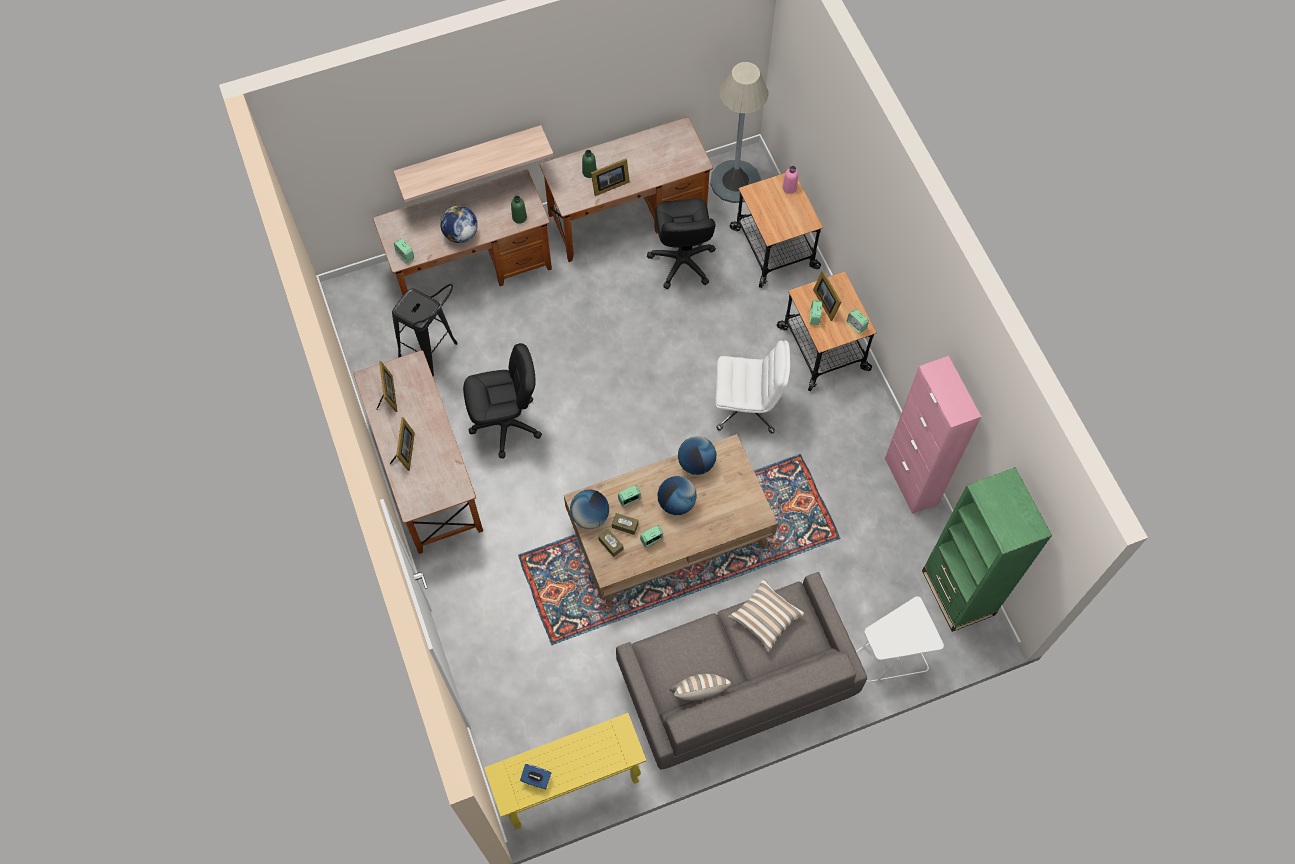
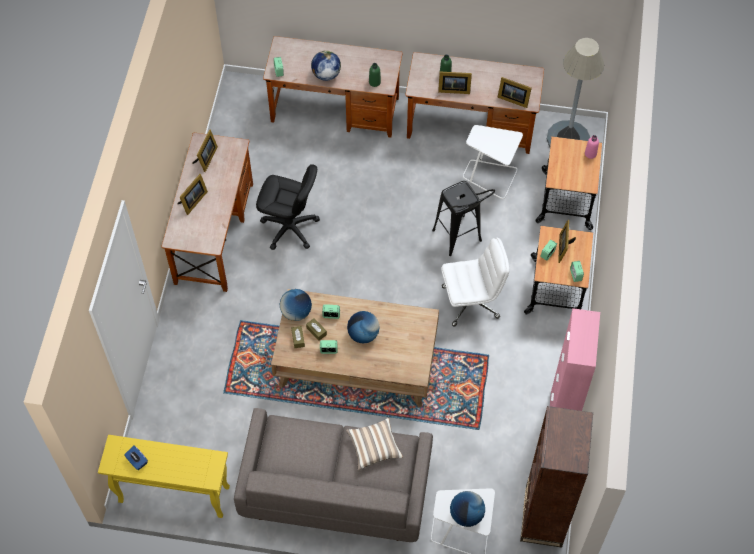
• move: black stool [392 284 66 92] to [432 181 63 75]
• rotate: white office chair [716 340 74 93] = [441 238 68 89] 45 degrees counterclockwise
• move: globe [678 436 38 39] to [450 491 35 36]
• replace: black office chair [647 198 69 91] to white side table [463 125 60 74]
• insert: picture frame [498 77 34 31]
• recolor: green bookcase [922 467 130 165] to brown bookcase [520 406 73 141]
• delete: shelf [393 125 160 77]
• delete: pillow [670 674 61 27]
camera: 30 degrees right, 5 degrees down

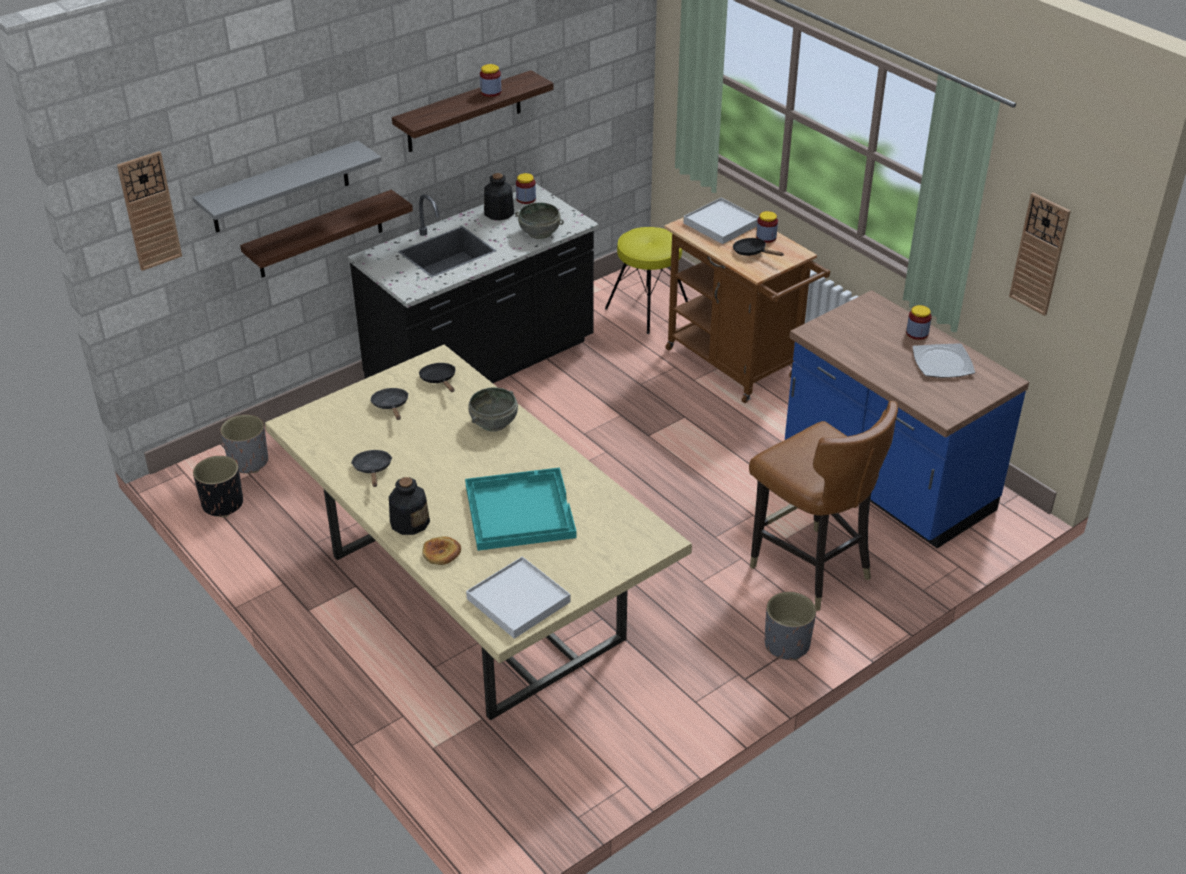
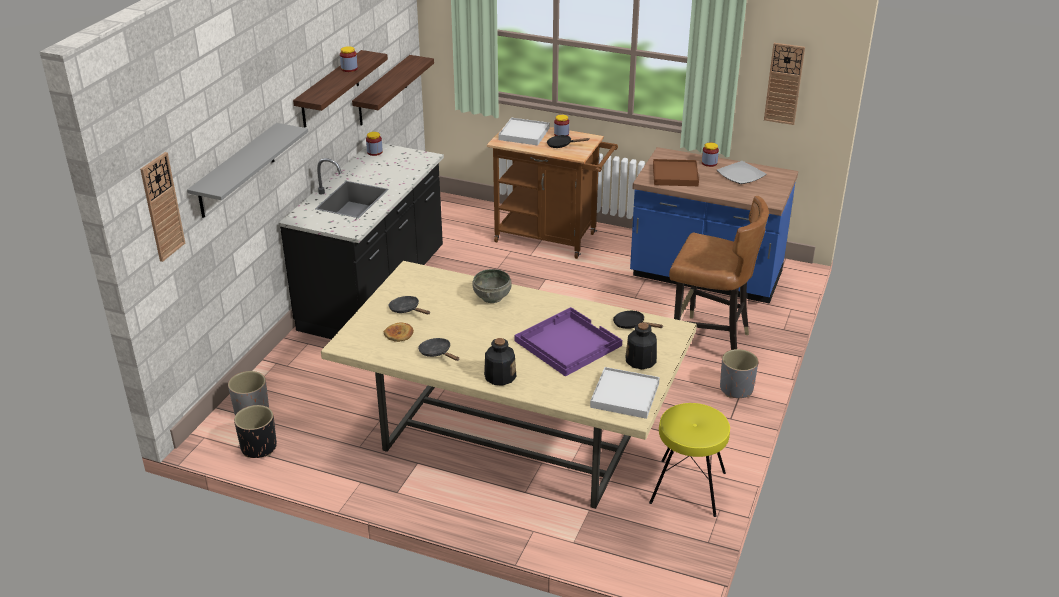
• move: shelf [240 190 173 88] to [352 55 82 71]
• move: bread [422 537 39 28] to [384 323 30 19]
• recolor: turquoise tray [465 467 111 84] to purple tray [515 307 107 70]
• move: black frying pan [419 363 37 29] to [613 311 50 18]
• move: bottle [484 173 30 47] to [625 322 32 47]
• move: yellow stool [605 227 83 107] to [649 403 81 114]
• insert: brown tray [653 159 46 27]
• delete: grey bowl [515 202 49 37]
camera: 30 degrees left, 5 degrees down

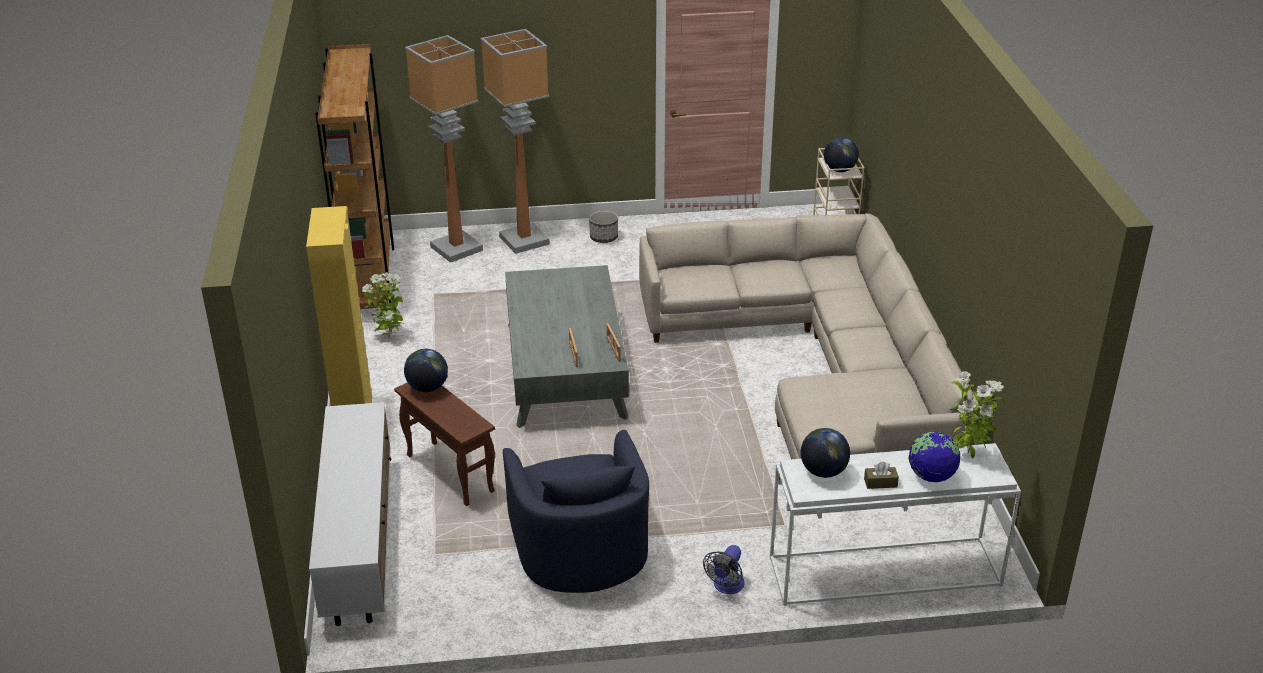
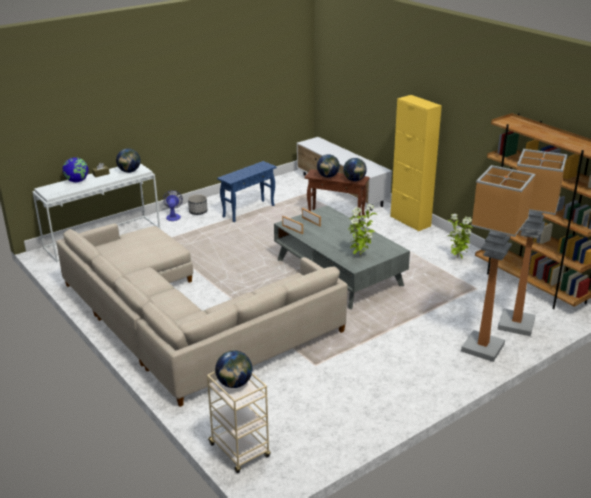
• move: planter [589 211 29 32] to [188 194 20 21]
• replace: blue armchair [503 430 146 163] to blue side table [217 161 60 61]
• insert: globe [317 154 23 24]
• move: potted plant [950 371 55 88] to [348 204 28 52]
camera: 150 degrees right, 5 degrees down

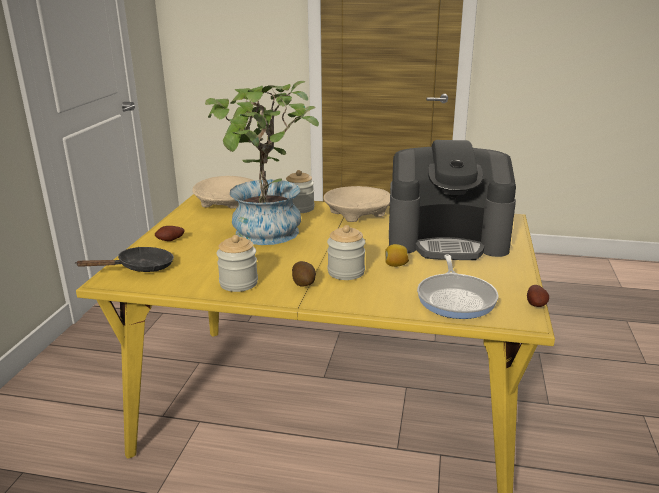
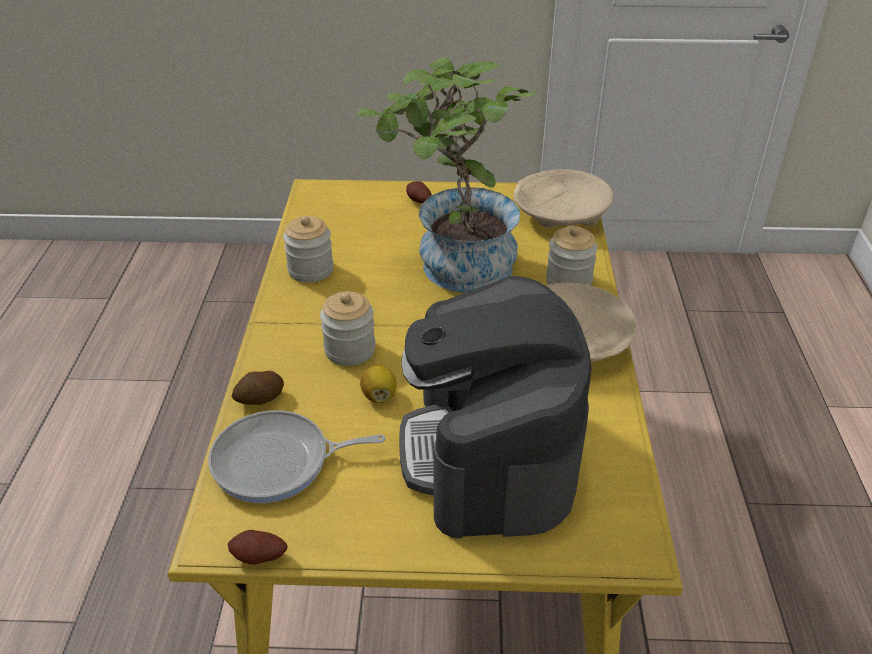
• move: potato [292 261 24 25] to [232 371 52 34]
• delete: black frying pan [75 247 99 25]
camera: 80 degrees right, 15 degrees up

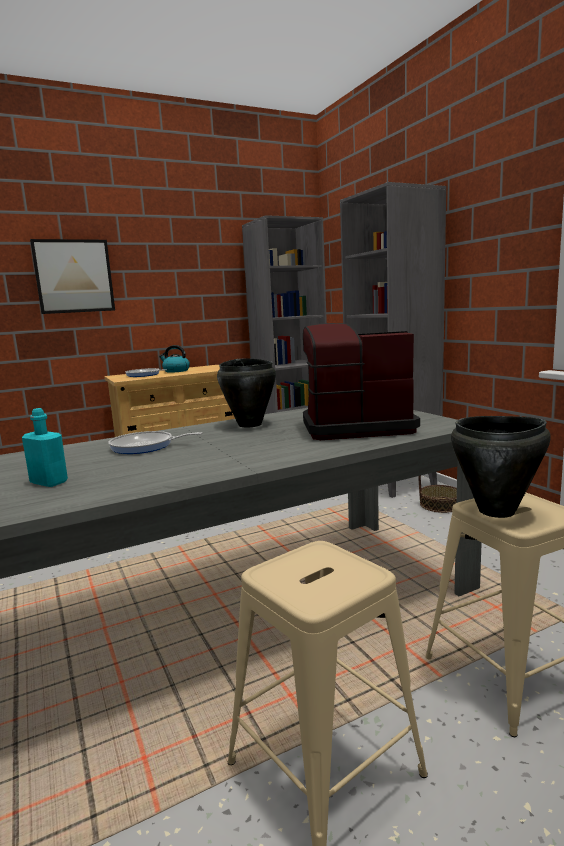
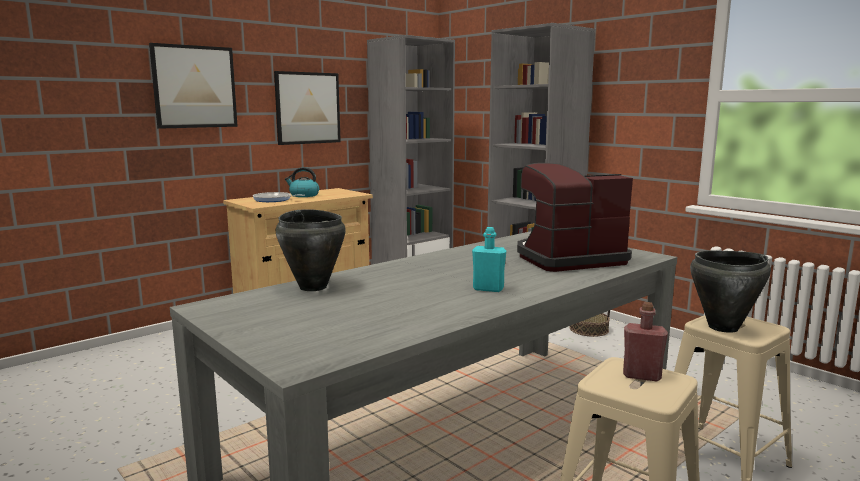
• insert: picture [274 71 67 74]
• move: black cooking pot [217 358 59 70] to [276 209 69 82]
• move: turquoise bottle [22 408 46 79] to [472 227 34 65]
• insert: red bottle [623 302 45 79]
• delete: frying pan [109 431 94 23]
camera: 15 degrees left, 0 degrees up

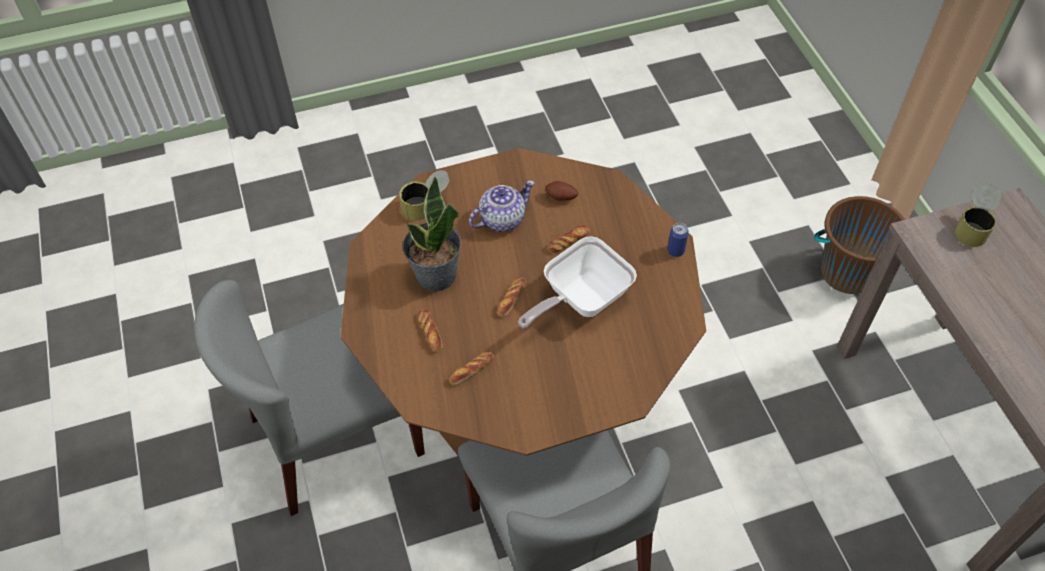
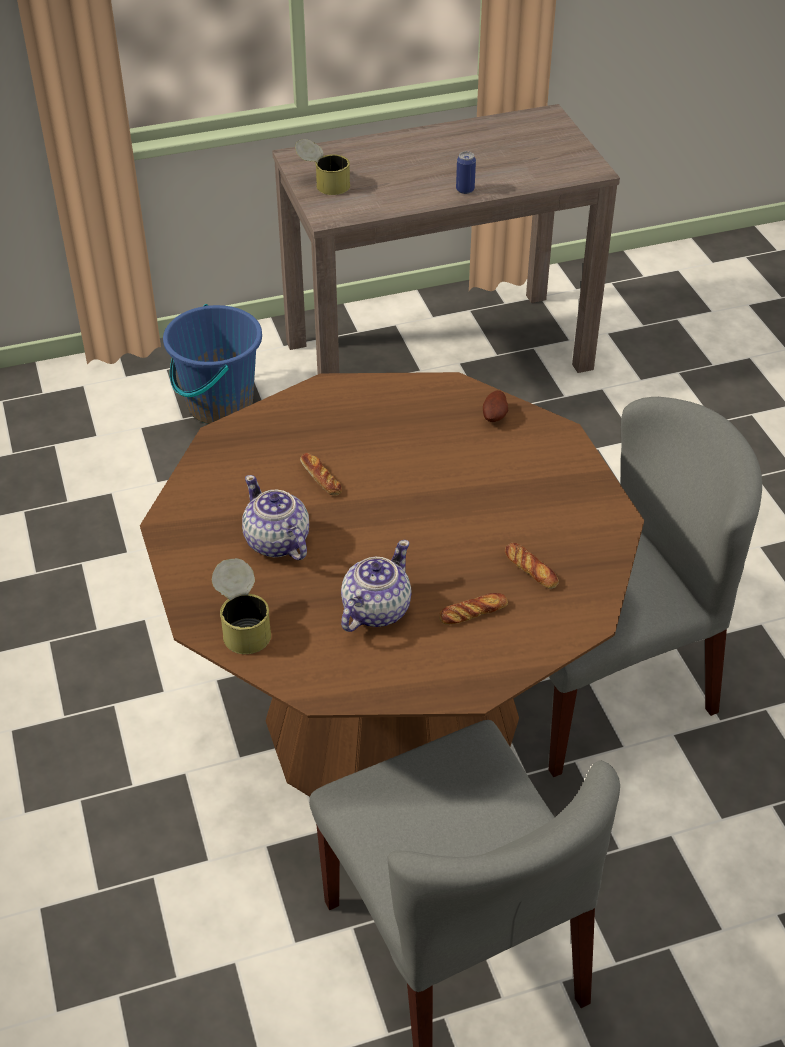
• recolor: brown bucket [814 196 92 98] to blue bucket [163 304 99 120]
• replace: potted plant [402 176 59 115] to teapot [341 540 71 92]
• move: can [667 223 22 34] to [456 151 20 43]
• move: potato [545 181 34 20] to [483 390 25 32]
• delete: bread [497 277 29 40]
• delete: frying pan [518 236 119 92]
camera: 90 degrees left, 10 degrees down

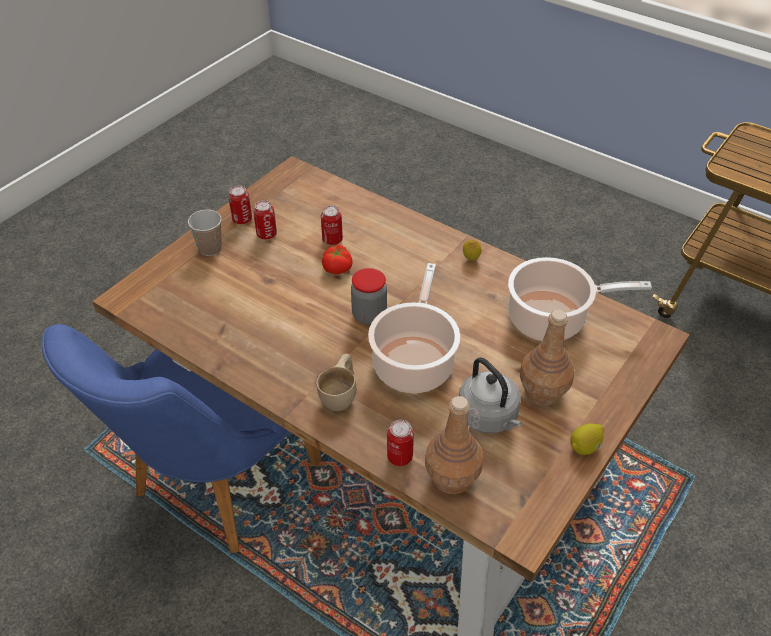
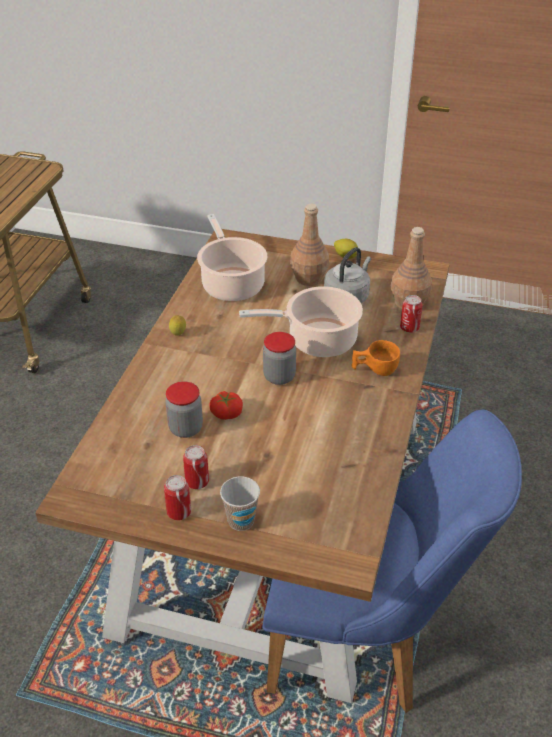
• replace: can [321 206 22 39] to jar [165 381 38 57]
• recolor: beige cup [316 354 40 57] to orange cup [351 340 49 36]
camera: 110 degrees left, 5 degrees down

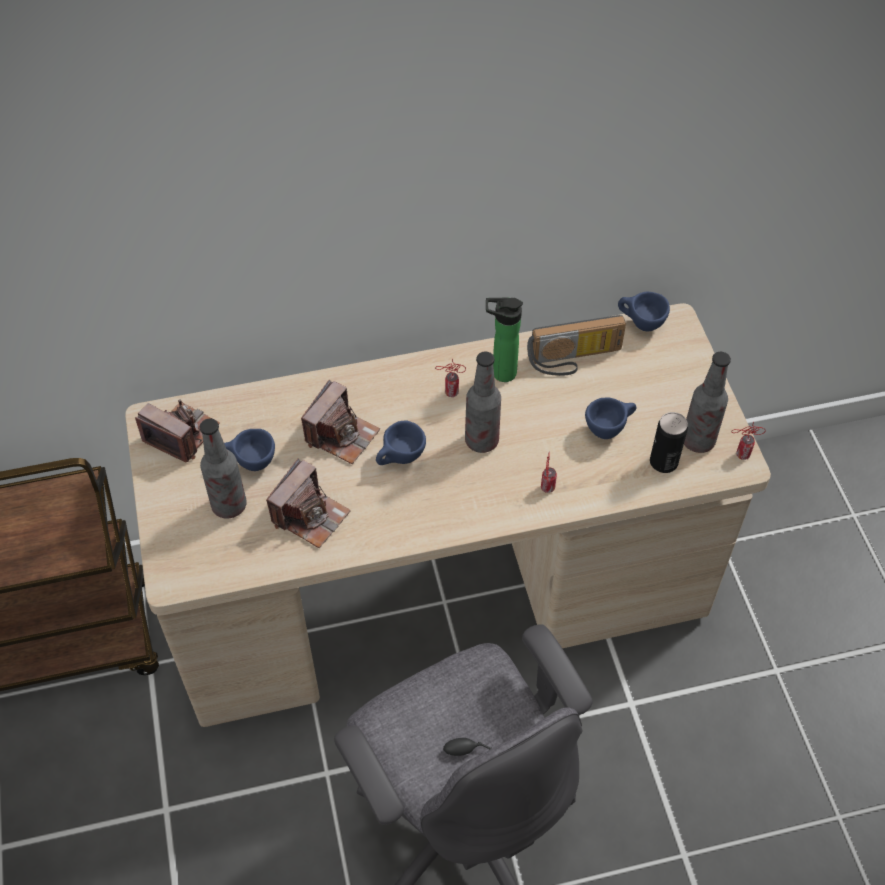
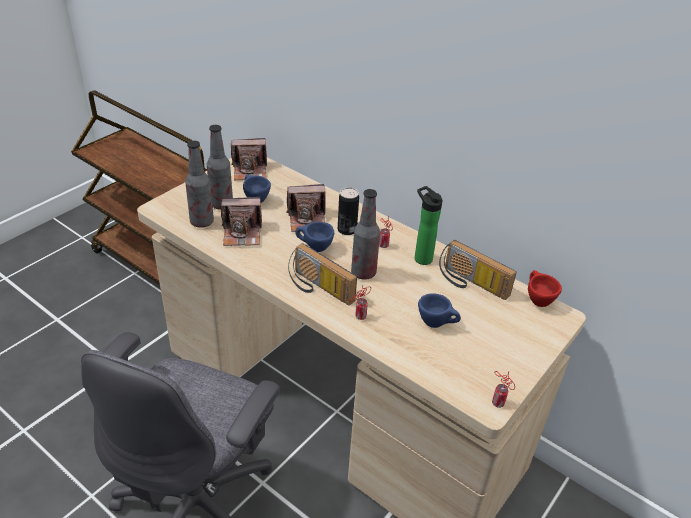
• move: bottle [684 352 47 101] to [185 140 29 88]
• rotate: photo camera [135 400 85 63] = [231 138 36 42] 90 degrees clockwise
• insert: radio [288 243 69 63]
• move: can [650 412 38 61] to [338 188 21 47]
• recolor: blue cup [618 292 52 39] to red cup [528 270 34 37]
camera: 50 degrees right, 15 degrees down

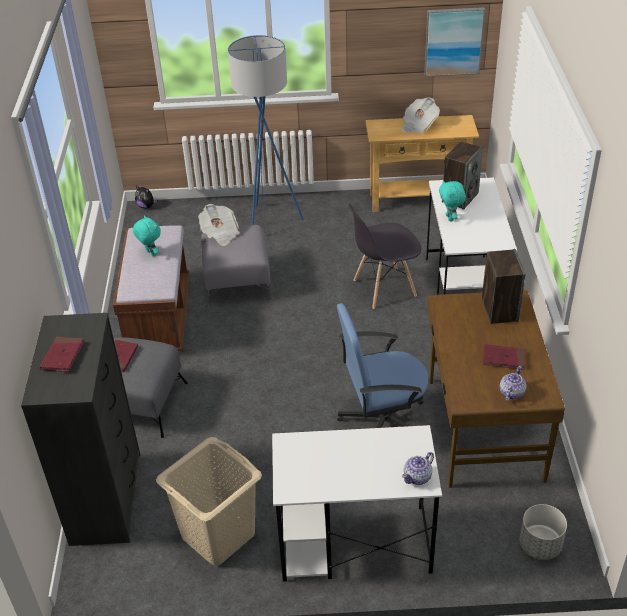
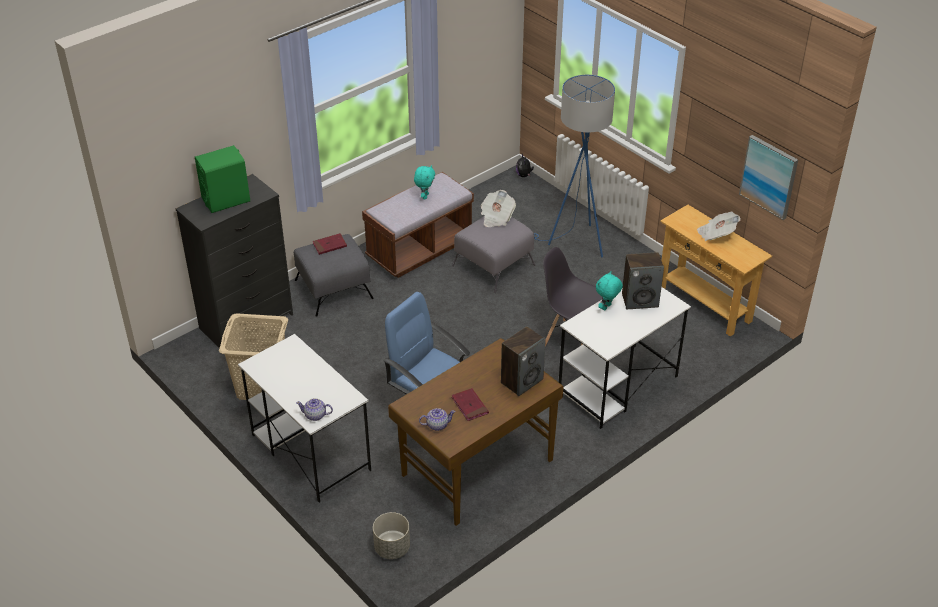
• replace: red book [39 336 46 36] to green speaker [195 145 55 68]
camera: 50 degrees right, 0 degrees up

